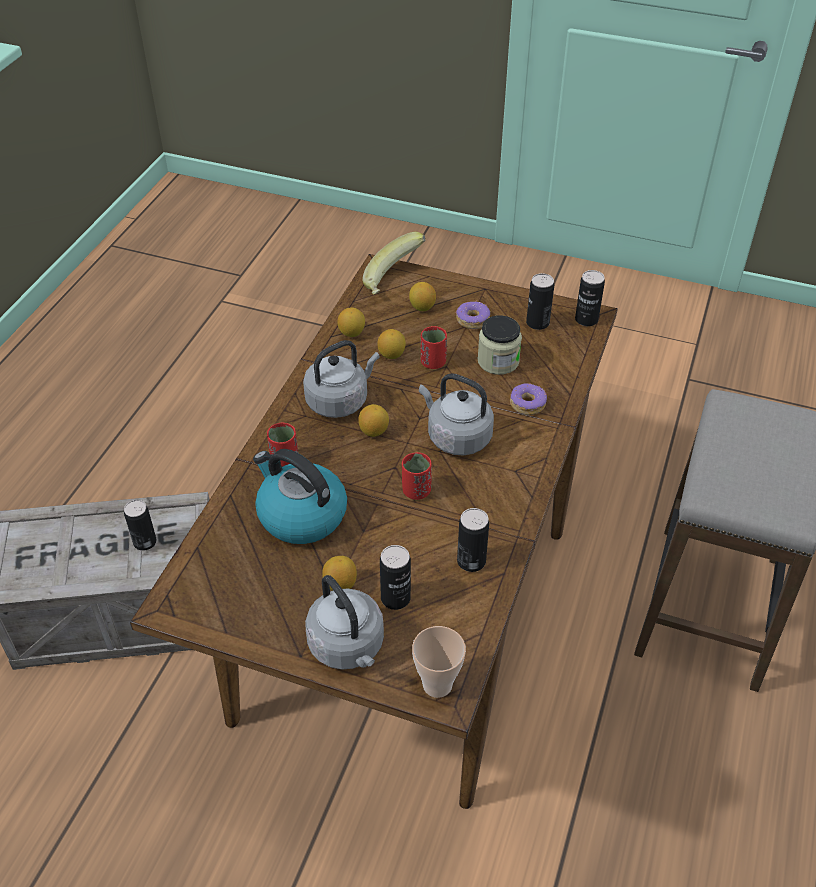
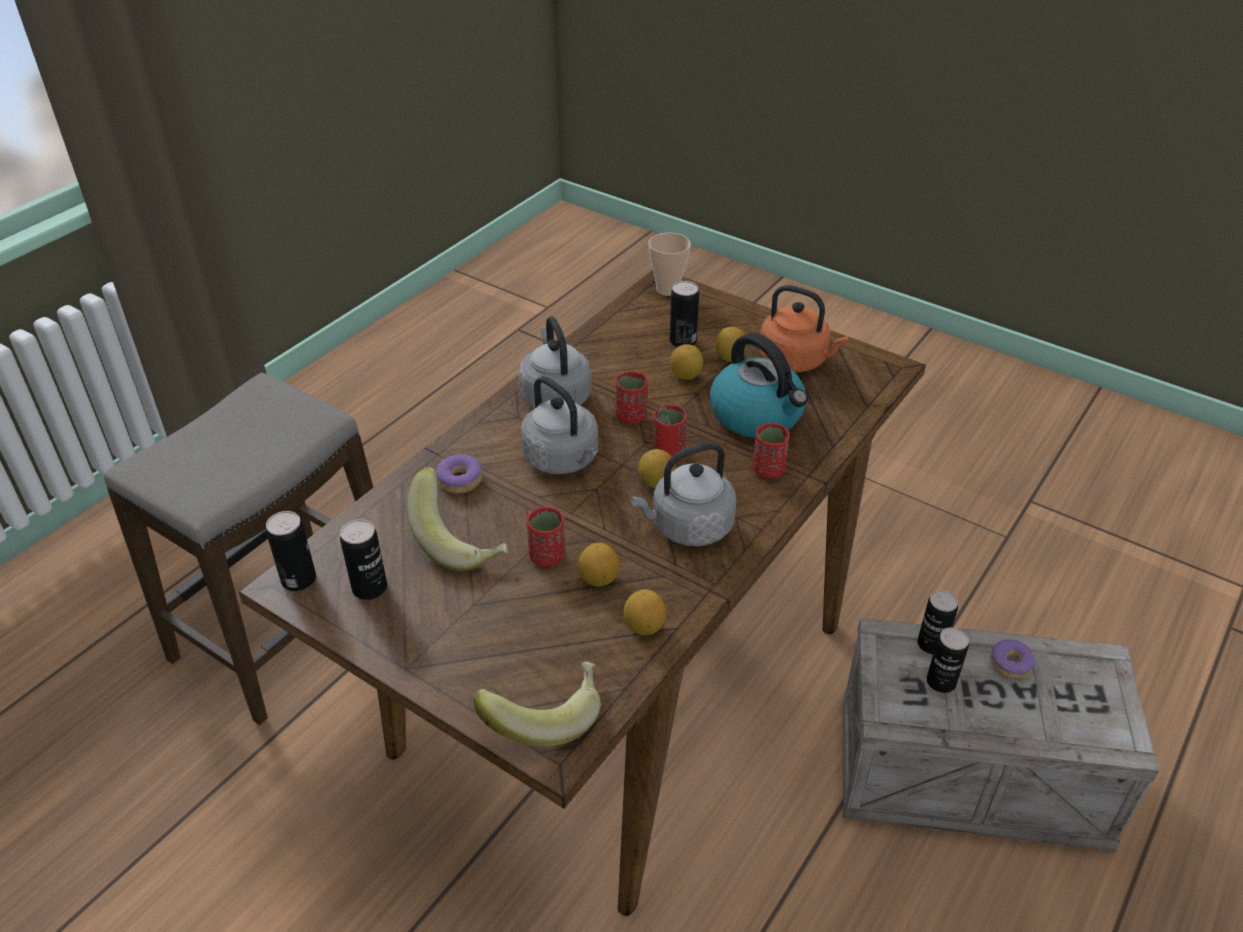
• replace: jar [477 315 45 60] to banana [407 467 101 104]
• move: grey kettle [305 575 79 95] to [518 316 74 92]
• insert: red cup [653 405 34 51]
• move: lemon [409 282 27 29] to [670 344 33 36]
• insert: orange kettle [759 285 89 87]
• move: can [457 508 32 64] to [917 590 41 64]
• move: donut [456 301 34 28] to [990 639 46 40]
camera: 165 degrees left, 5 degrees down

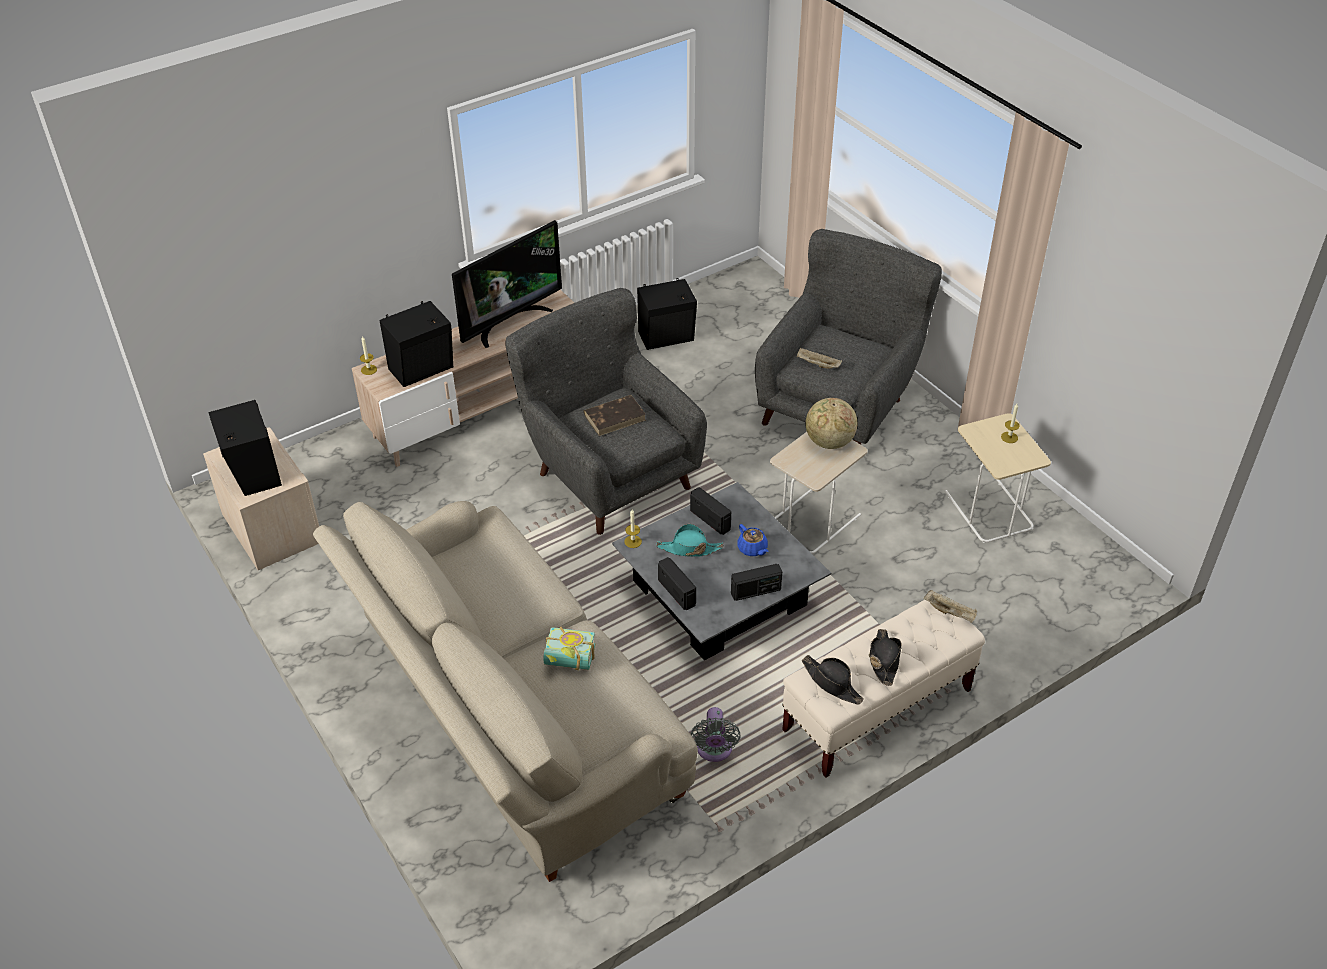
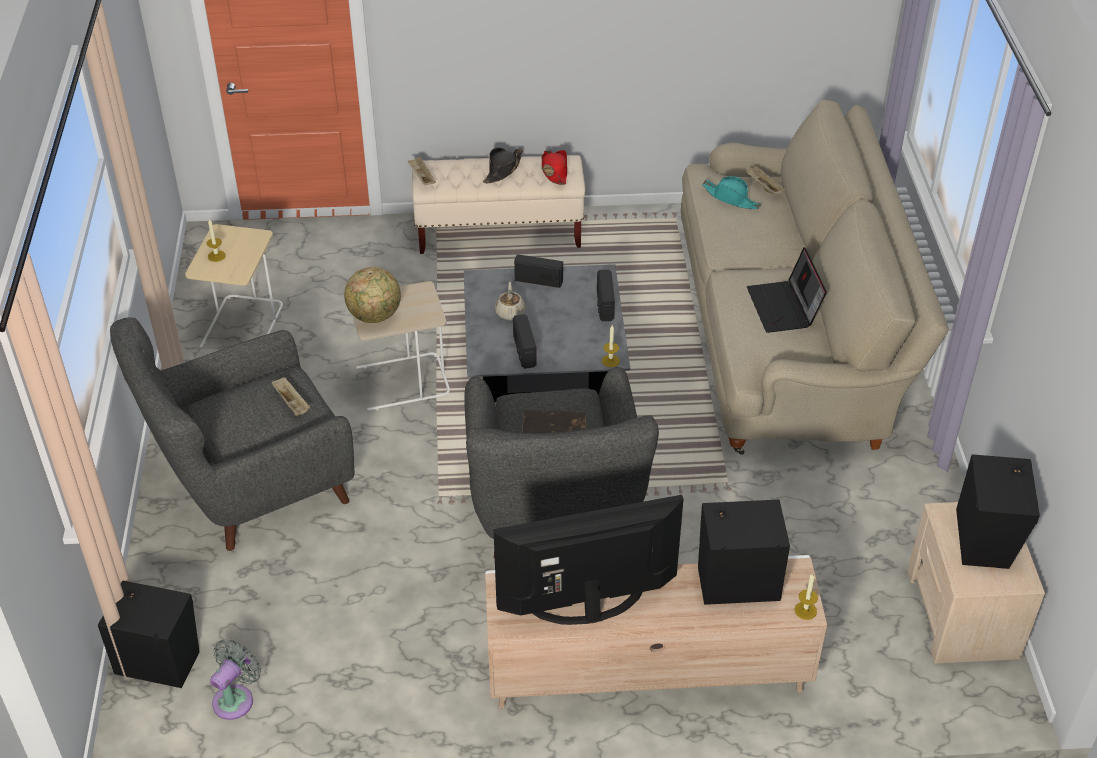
• move: black speaker [637 278 60 72] to [98 581 101 107]
• move: grey fan [690 707 50 55] to [210 639 51 81]
• recolor: blue teapot [737 524 31 32] to beige teapot [495 282 31 39]
• recolor: black hat [802 655 62 50] to red hat [541 150 26 35]
• move: turquoise hat [656 524 67 33] to [702 176 59 33]
• insert: beige tray [746 166 40 28]
• insert: laptop [747 247 80 86]
• delete: book [544 627 51 43]
camera: 150 degrees left, 0 degrees up

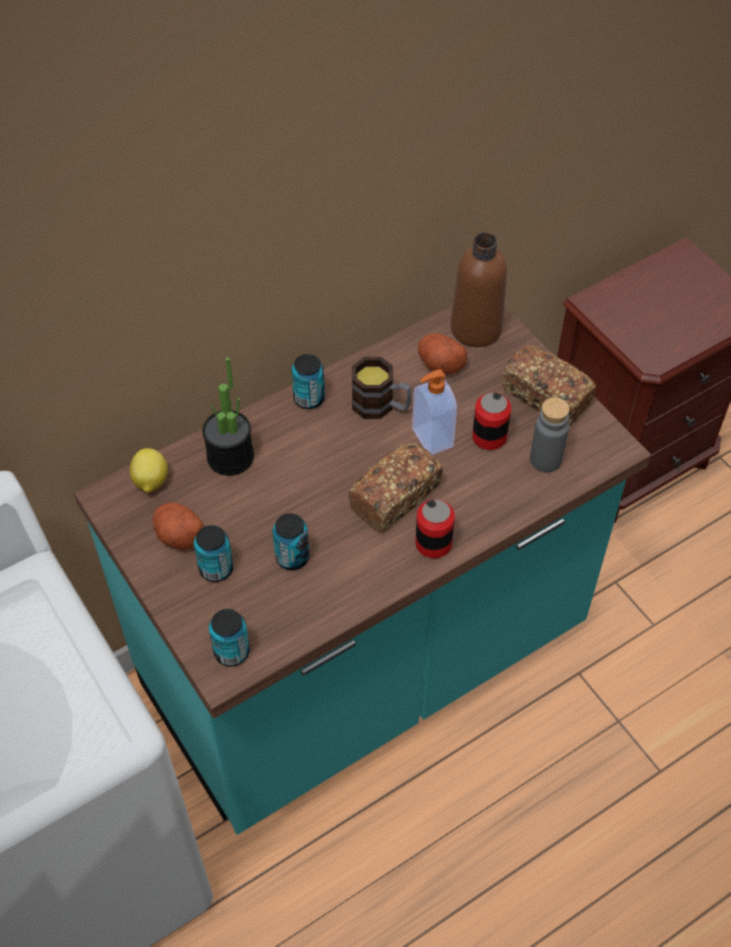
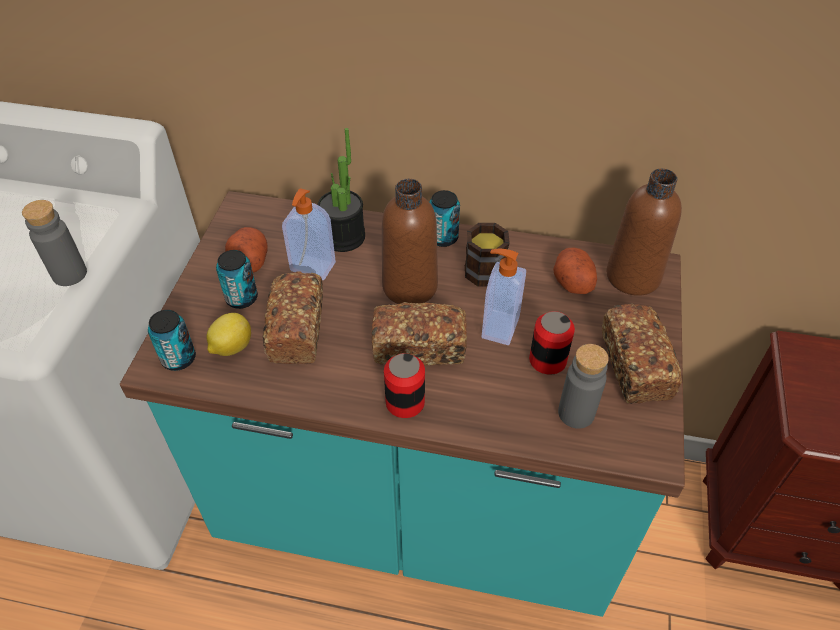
• insert: grey bottle [22 200 65 86]
• move: lemon [130 448 38 45] to [206 313 45 43]
• replace: can [272 513 38 57] to bread [263 272 60 92]
• insert: soap dispenser [282 188 54 92]
• insert: brown bottle [382 179 56 125]
camera: 45 degrees right, 5 degrees down

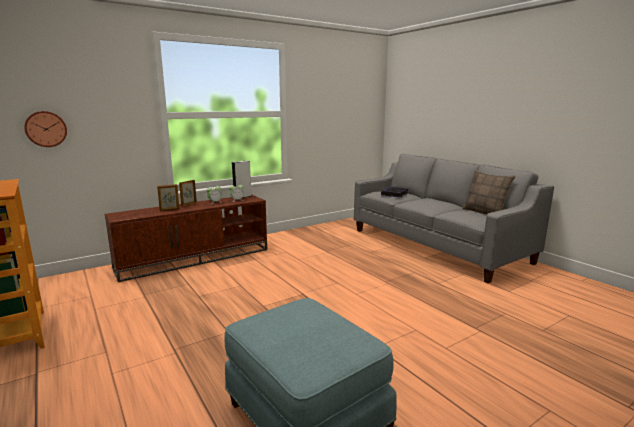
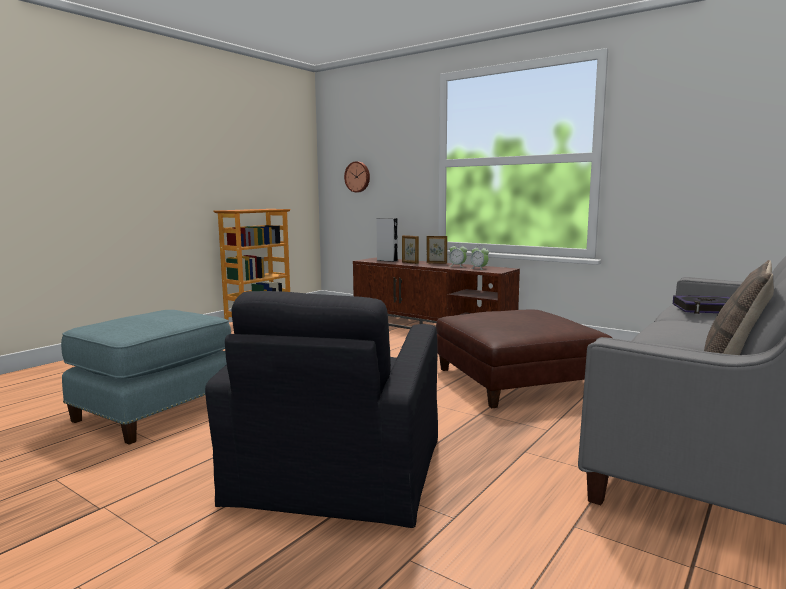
• insert: black armchair [205 291 233 237]
• move: grey speaker [232 161 19 37] to [376 218 22 44]
• insert: brown ottoman [436 310 176 98]
camera: 70 degrees right, 5 degrees down

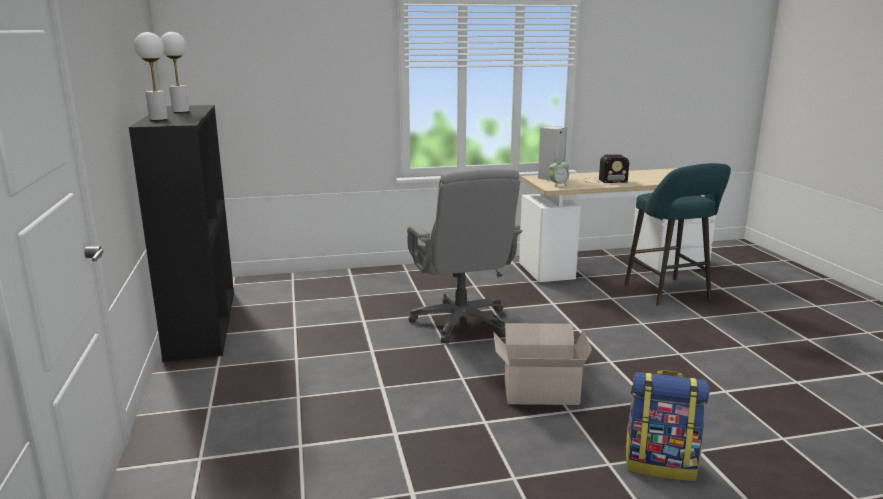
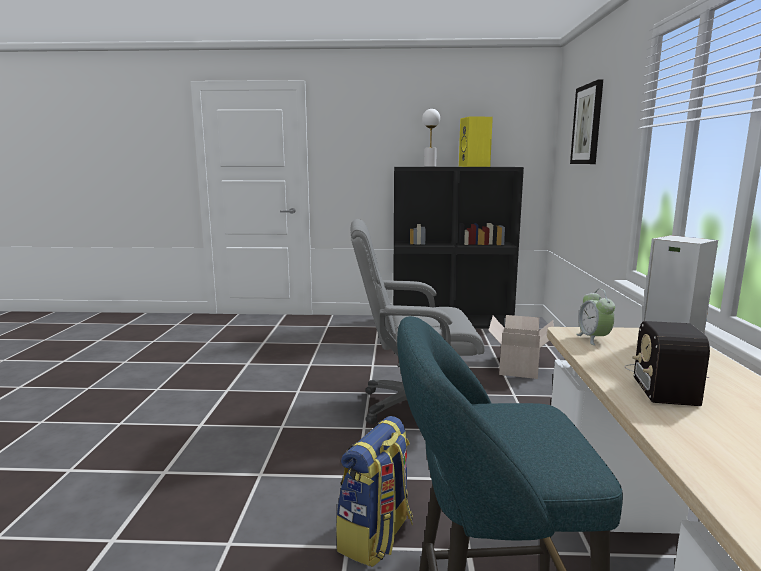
• move: backpack [625 370 85 111] to [336 416 77 151]
• replace: white table lamp [160 32 29 80] to yellow speaker [459 116 34 51]
• move: cardboard box [493 323 99 82] to [488 315 66 64]
• insert: picture [570 79 33 85]
camera: 105 degrees right, 5 degrees down

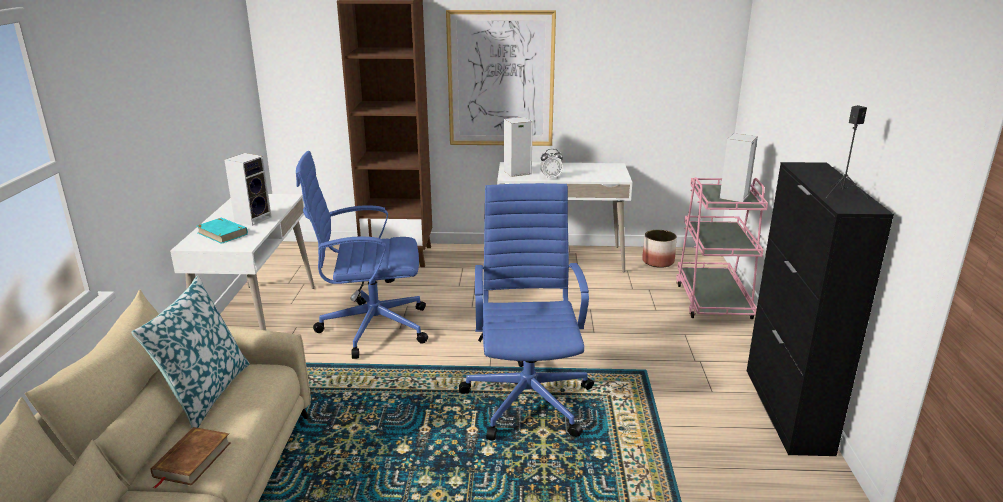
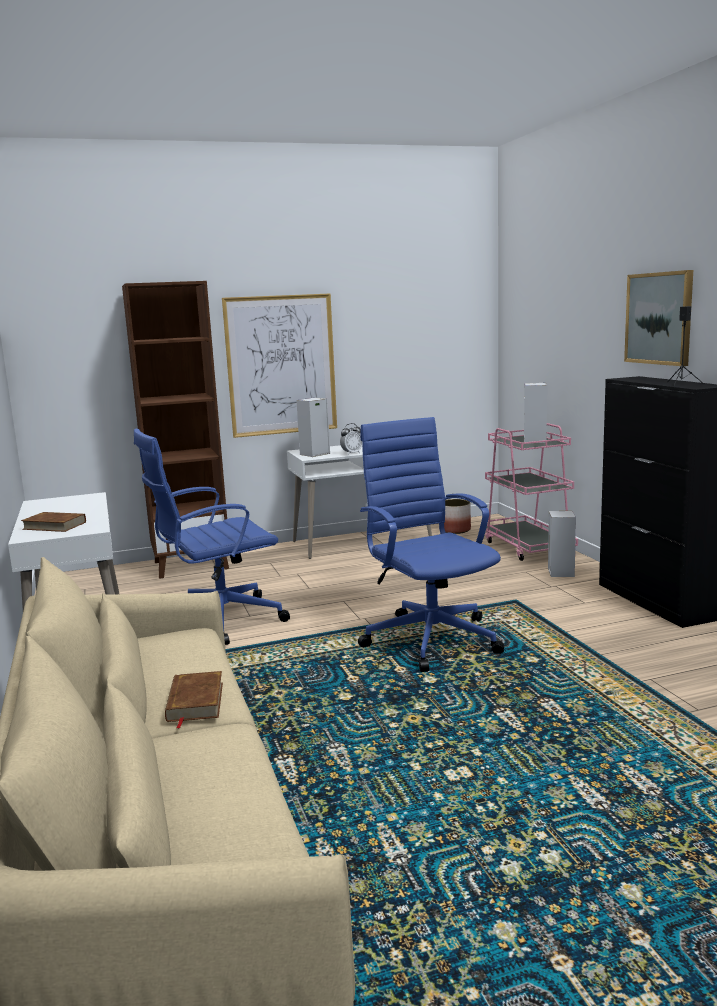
• recolor: turquoise book [197 218 51 26] to brown book [21 512 65 20]
• move: speaker [224 153 47 73] to [548 511 28 66]
• insert: picture [624 270 69 96]
• delete: pillow [132 276 118 152]
camera: 20 degrees left, 10 degrees down

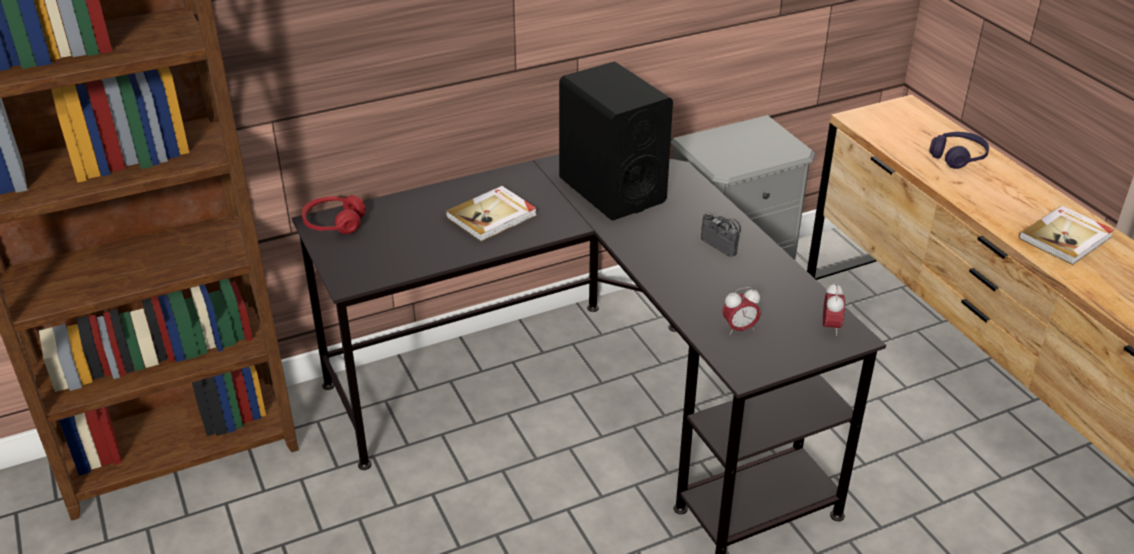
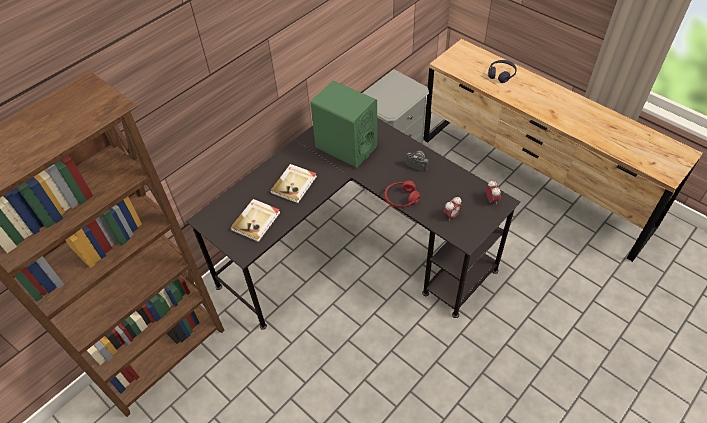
• move: book [1019 206 95 59] to [230 199 50 43]
• recolor: black speaker [559 62 114 158] to green speaker [310 81 67 87]
• move: red headphones [302 195 64 39] to [385 181 35 27]
camera: 20 degrees left, 15 degrees up

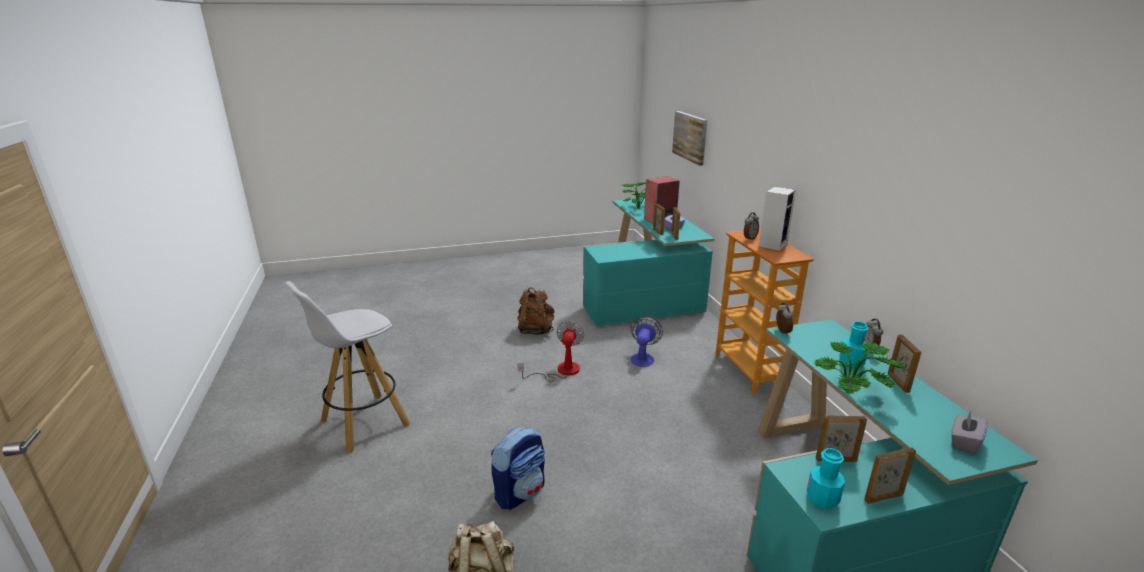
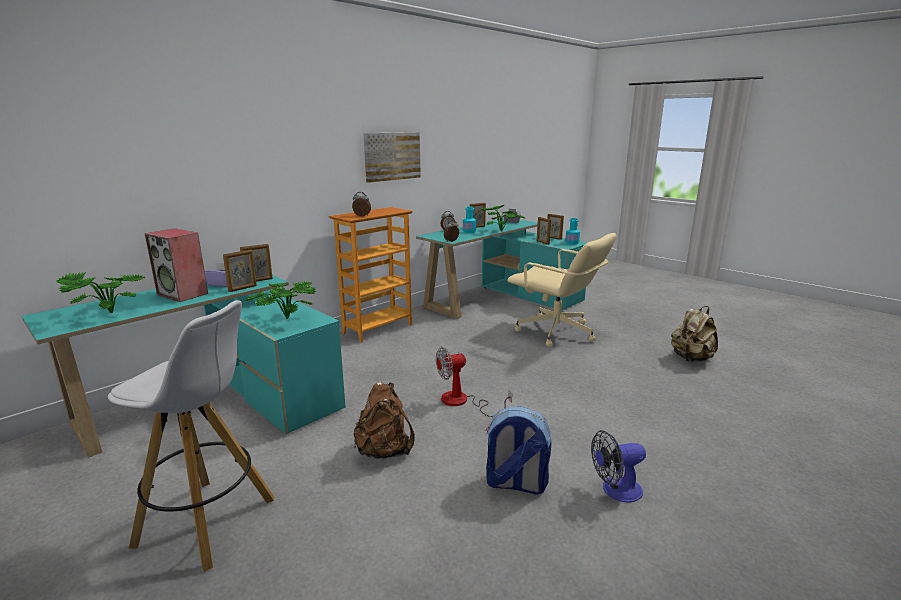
• move: white stool [285 281 125 172] to [108 300 166 272]
• insert: potted plant [246 281 70 38]
• move: picture [672 111 35 55] to [363 132 58 51]
• move: backpack [491 427 54 83] to [485 407 66 88]
• insert: beige office chair [507 233 109 114]
• move: fan [631 316 32 51] to [591 430 55 72]
• delete: speaker [759 187 37 64]
camera: 120 degrees left, 5 degrees down

